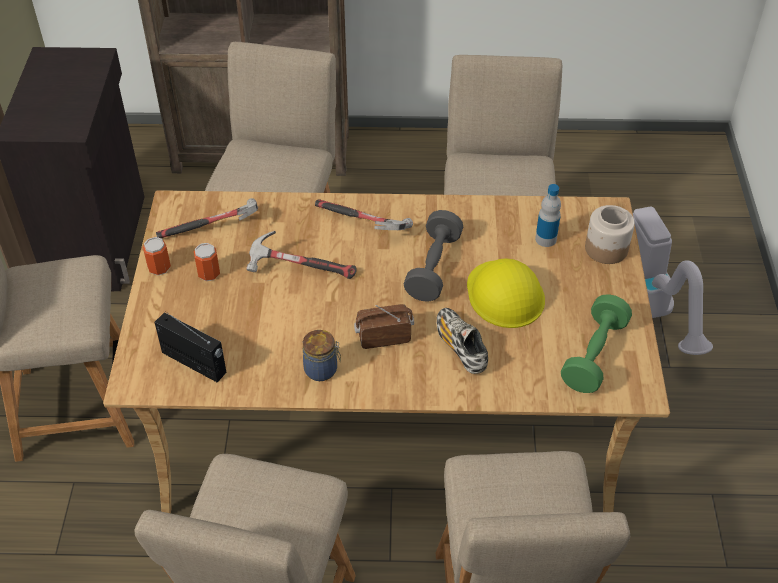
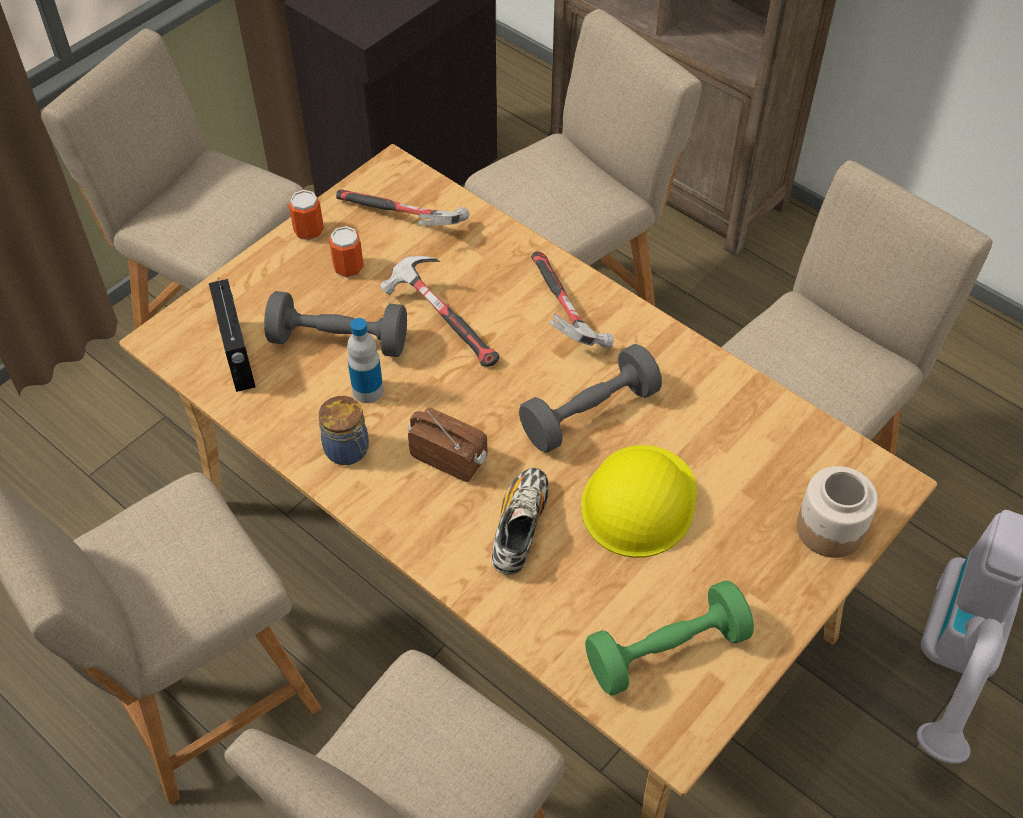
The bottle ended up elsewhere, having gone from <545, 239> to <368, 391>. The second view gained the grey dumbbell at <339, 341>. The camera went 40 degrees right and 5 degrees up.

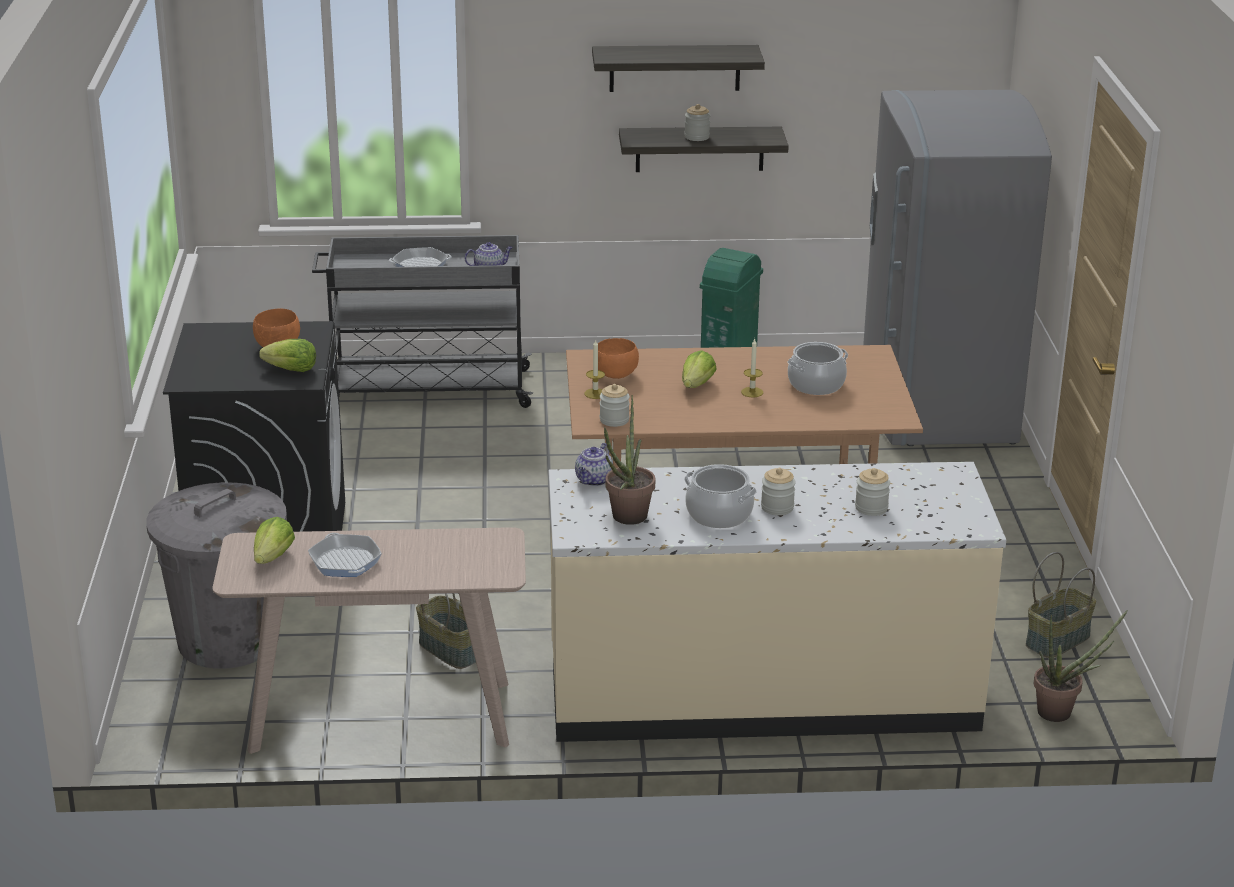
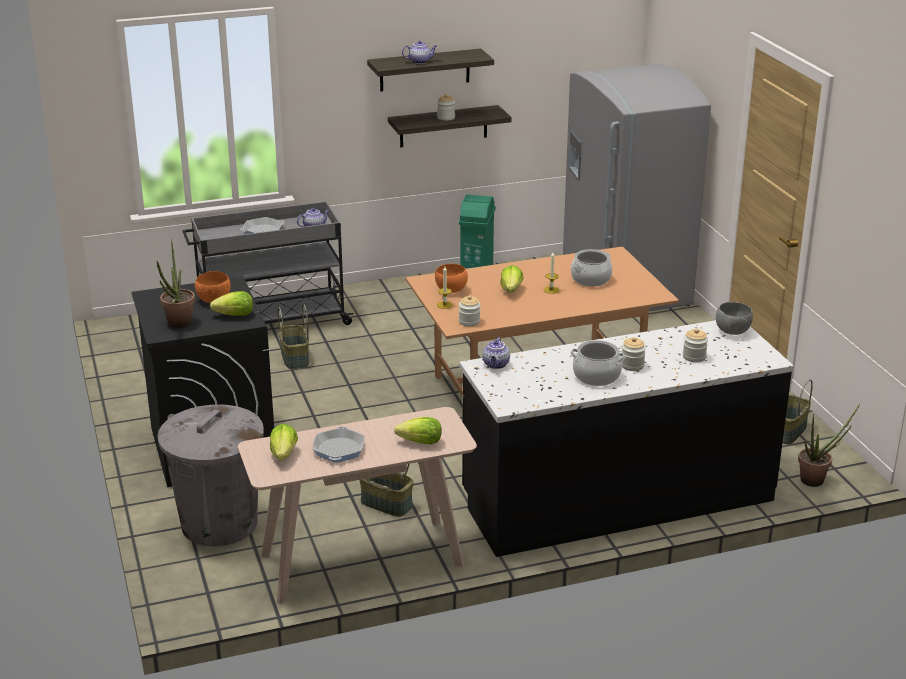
The frying pan at <345, 561> ended up facing another way, 135 degrees counterclockwise from before. What was the beige counter at <761, 693> turned into the black counter at <617, 499>. The potted plant ended up elsewhere, having gone from <626, 519> to <178, 325>. The second view gained the basket at <294, 358>. The second view gained the lettuce at <421, 442>. The second view gained the teapot at <420, 61>. The second view gained the grey bowl at <733, 331>. The camera went 15 degrees left and 0 degrees up.

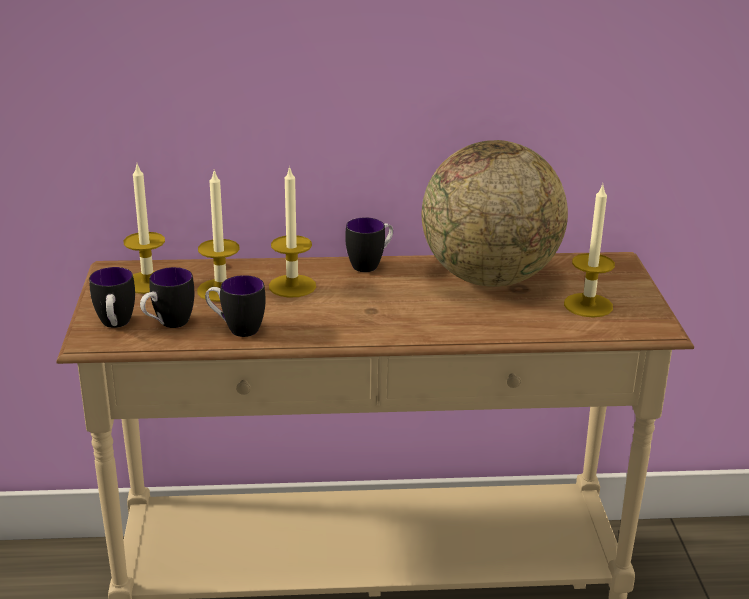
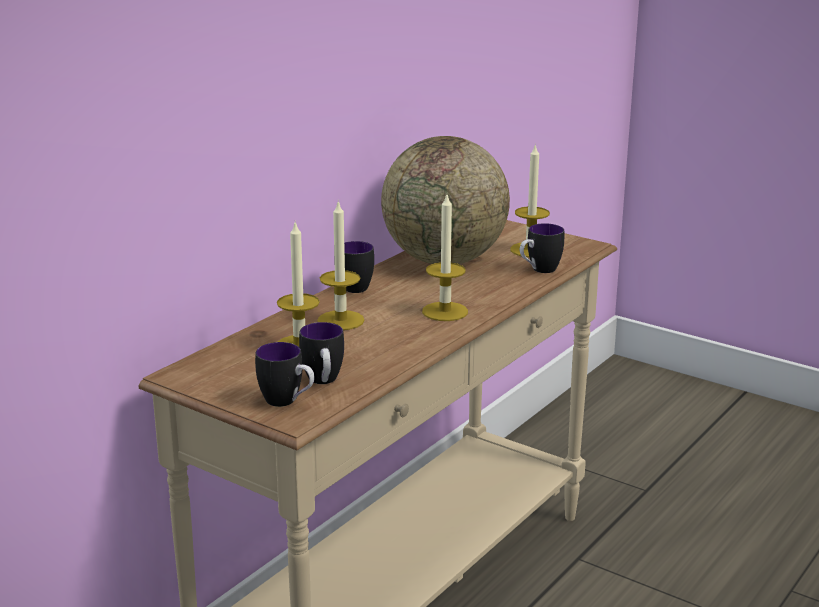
The candle ended up elsewhere, having gone from <148, 282> to <445, 311>. The mug ended up elsewhere, having gone from <236, 329> to <539, 270>. The camera went 50 degrees left and 5 degrees down.

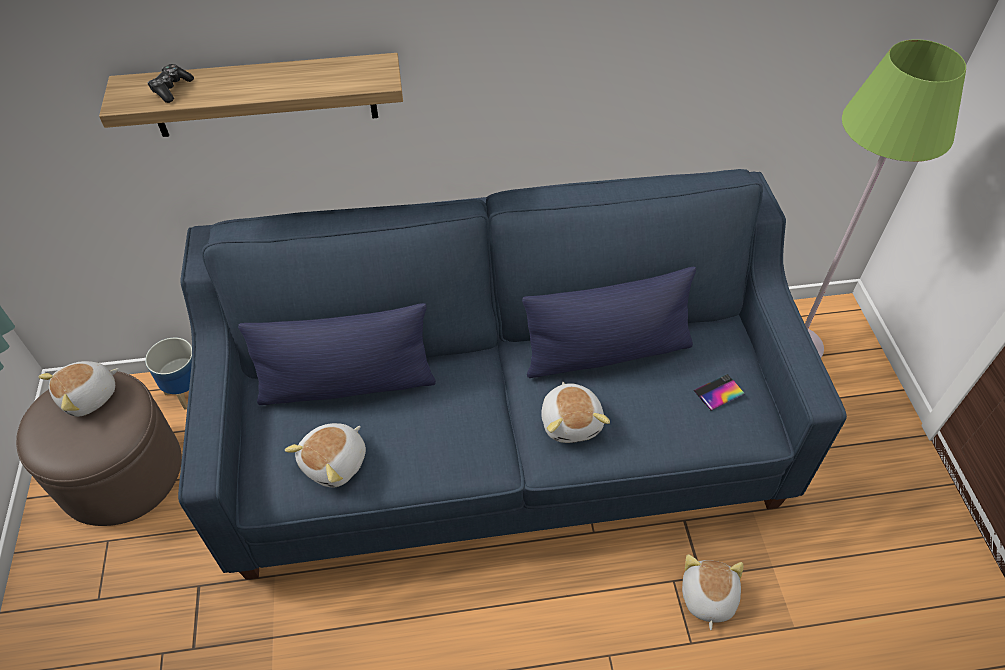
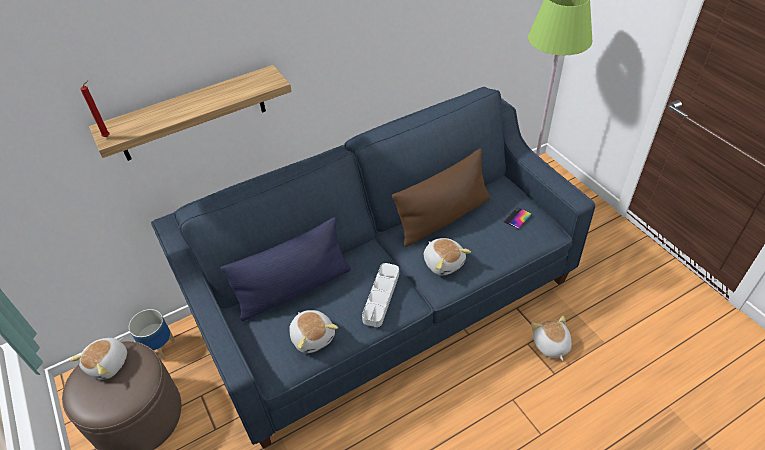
The second view lost the game controller at <171, 89>. The plush toy at <335, 463> ended up facing another way, 45 degrees counterclockwise from before. What was the blue pillow at <607, 352> turned into the brown pillow at <443, 218>. The second view gained the red candle at <108, 136>. The second view gained the grey tray at <381, 296>. The camera went 20 degrees left and 5 degrees down.

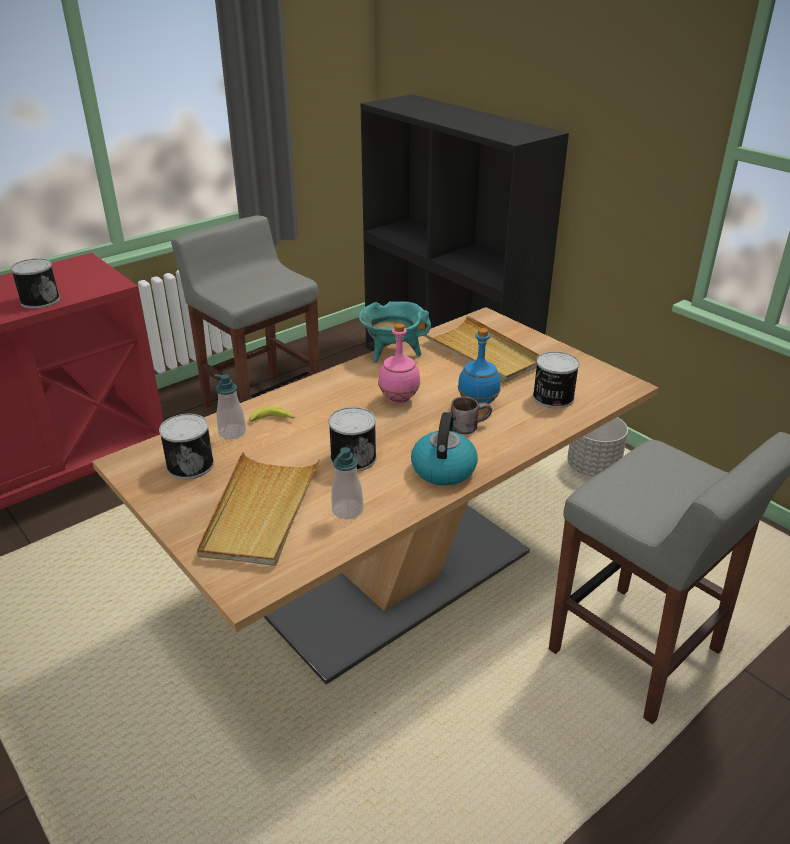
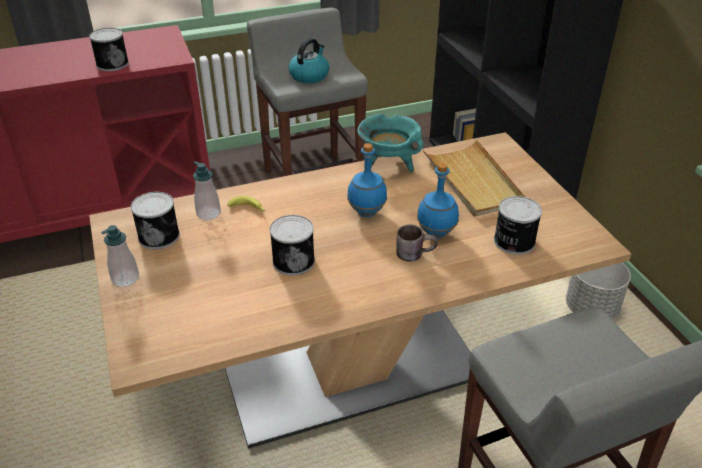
The second view lost the beige tray at <260, 512>. The soap dispenser ended up elsewhere, having gone from <347, 510> to <125, 278>. What was the pink bottle at <399, 400> turned into the blue bottle at <366, 213>. The kettle ended up elsewhere, having gone from <443, 469> to <309, 75>. The camera went 20 degrees right and 5 degrees up.

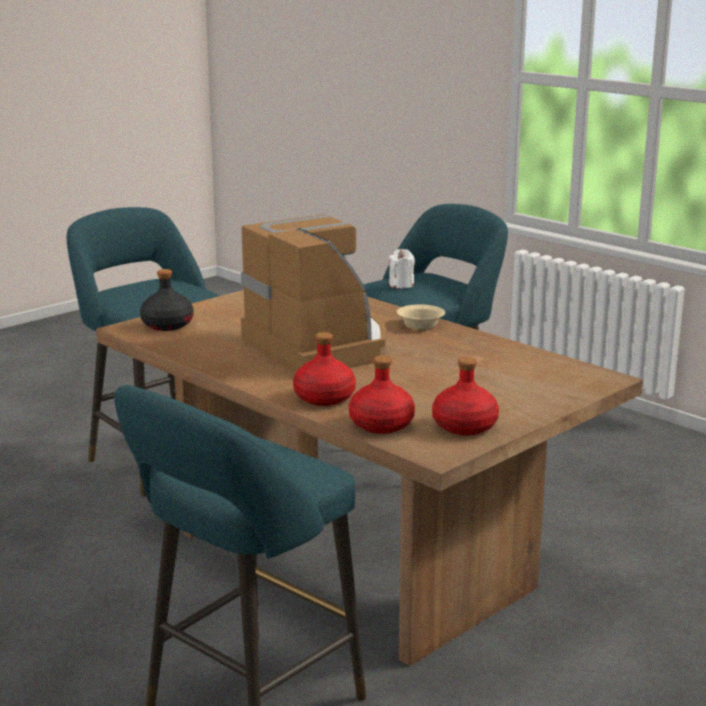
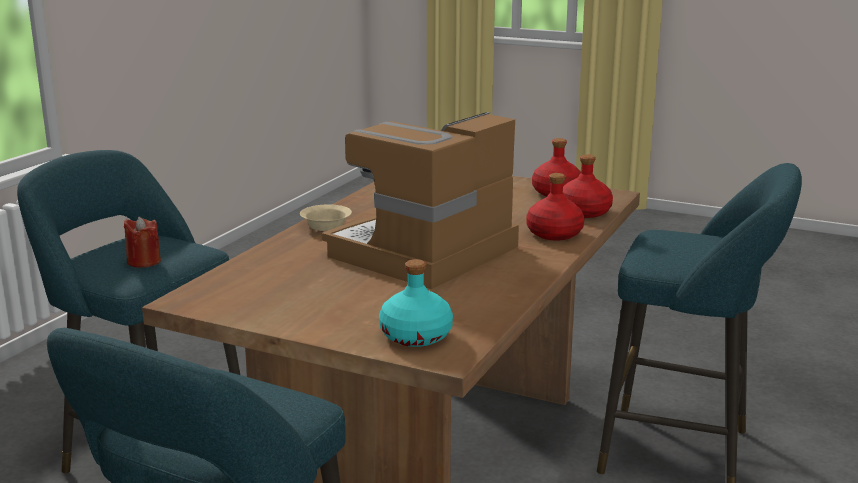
What was the black bottle at <167, 325> turned into the turquoise bottle at <416, 336>. What was the white candle at <401, 285> turned into the red candle at <144, 262>. The camera went 110 degrees left and 0 degrees up.

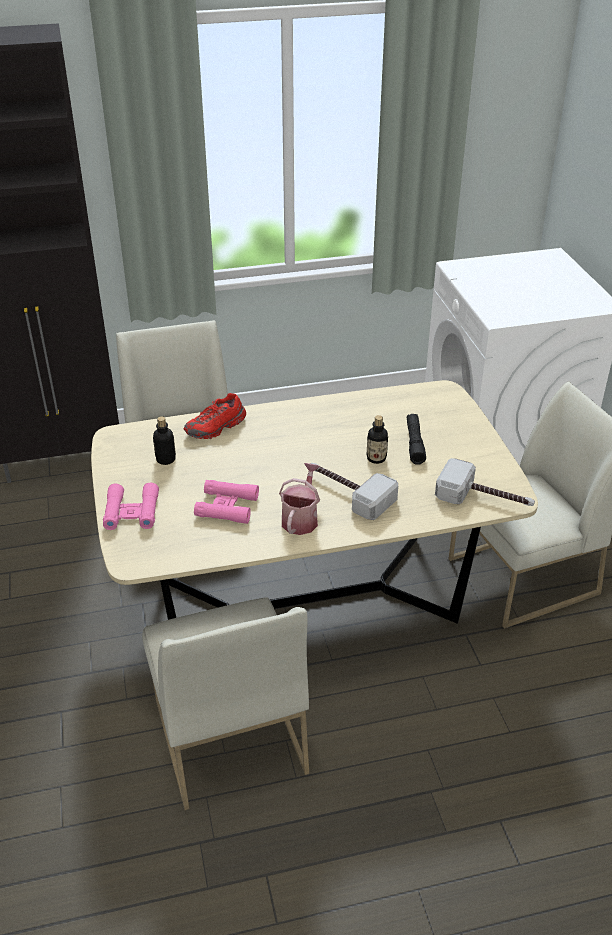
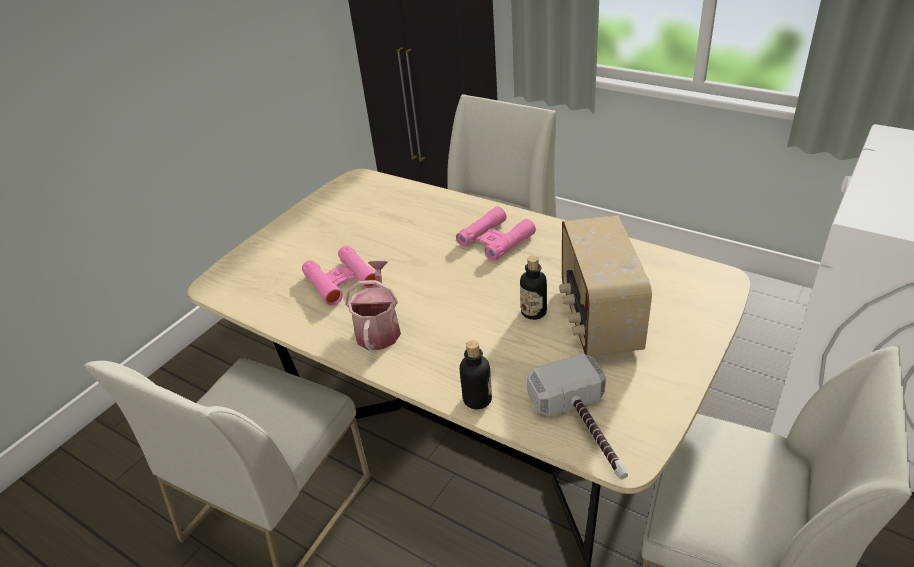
The pink binoculars ended up elsewhere, having gone from <131, 512> to <495, 240>. The bottle ended up elsewhere, having gone from <166, 459> to <477, 399>. The second view lost the red shoe at <216, 428>. The watering can at <301, 518> ended up facing another way, 60 degrees counterclockwise from before. The second view lost the hammer at <348, 492>. Where the black flashlight stood at <414, 443>, the radio came to stand at <598, 319>. The camera went 50 degrees right and 0 degrees up.

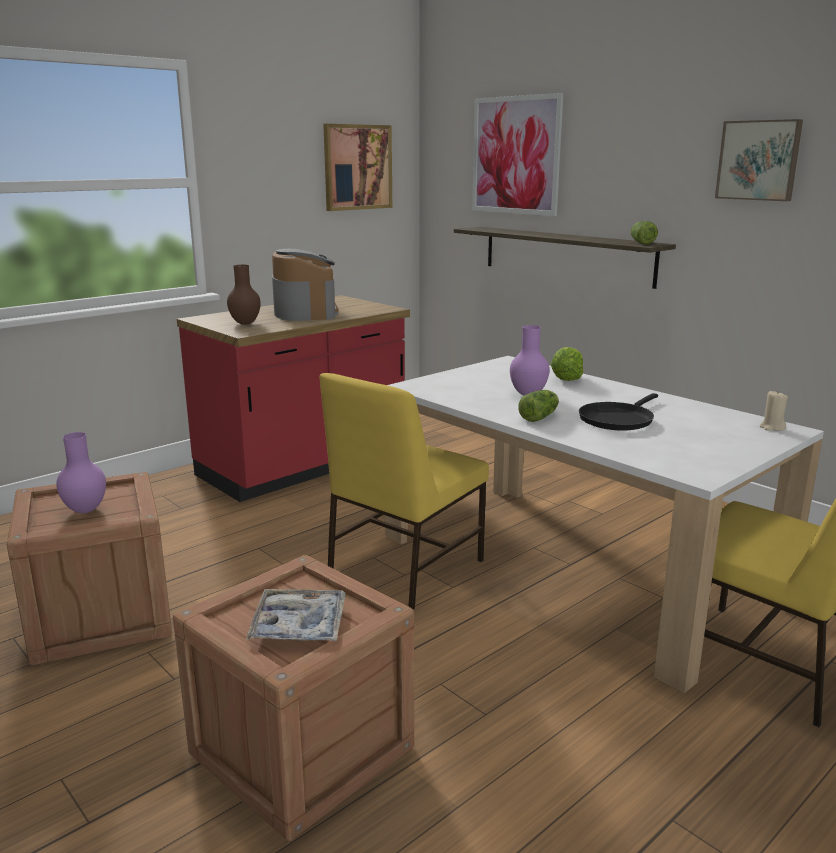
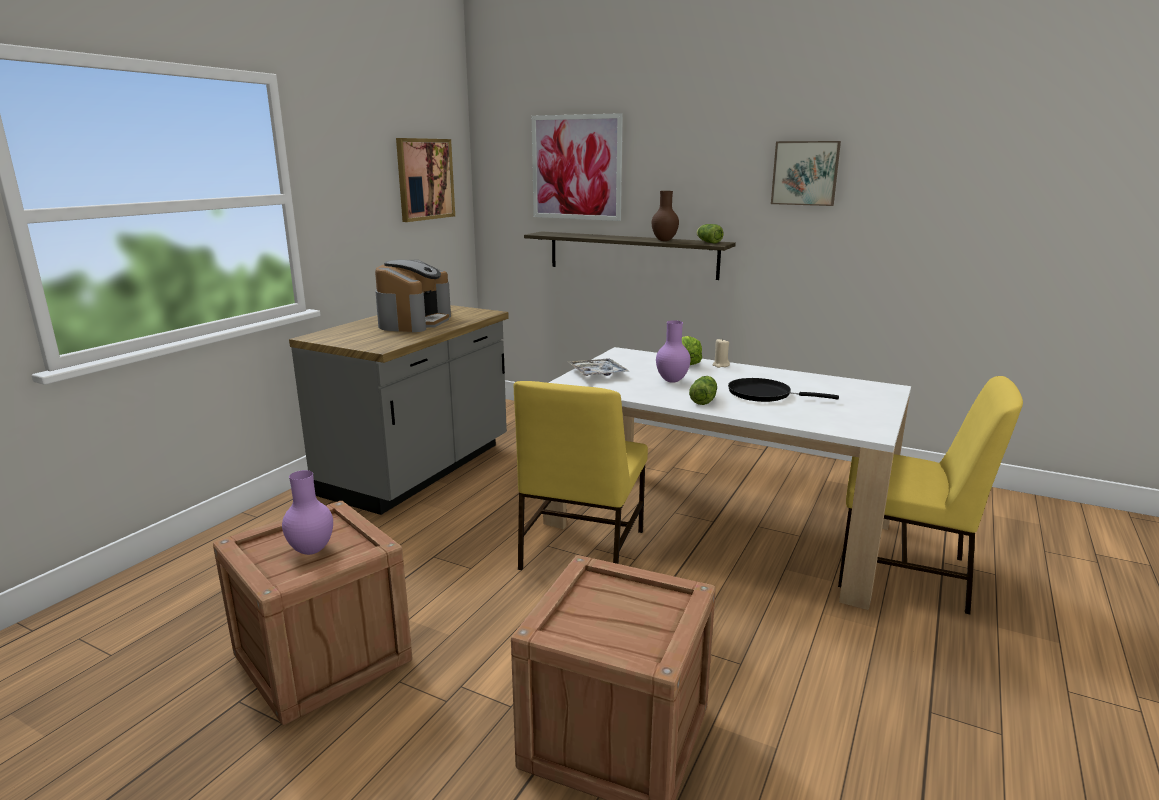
What was the red counter at <304, 466> turned into the grey counter at <418, 470>. The brown vase ended up elsewhere, having gone from <246, 323> to <664, 240>. The tray ended up elsewhere, having gone from <299, 625> to <597, 373>. The coffee machine at <305, 312> ended up facing another way, 45 degrees clockwise from before. The black frying pan at <618, 419> ended up facing another way, 90 degrees clockwise from before. The beige candle ended up elsewhere, having gone from <772, 427> to <720, 365>. The camera went 20 degrees left and 0 degrees up.

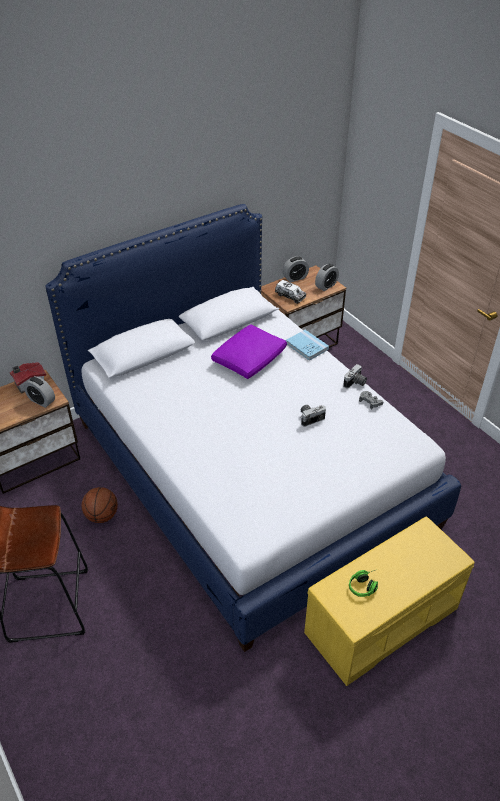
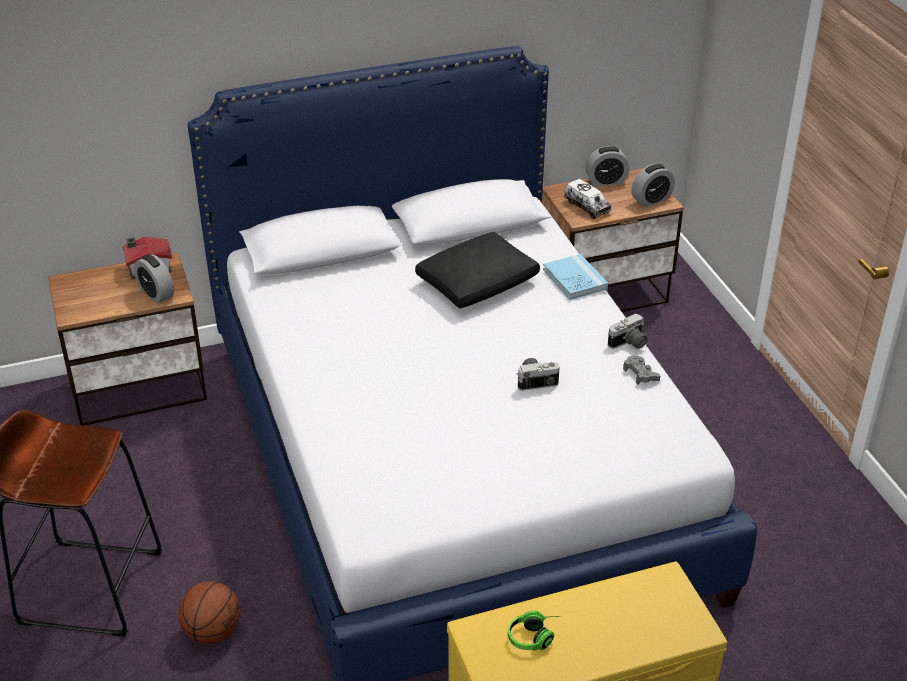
The basketball ended up elsewhere, having gone from <102, 515> to <212, 632>. What was the purple pillow at <249, 358> turned into the black pillow at <478, 282>. The camera went 15 degrees right and 5 degrees down.

